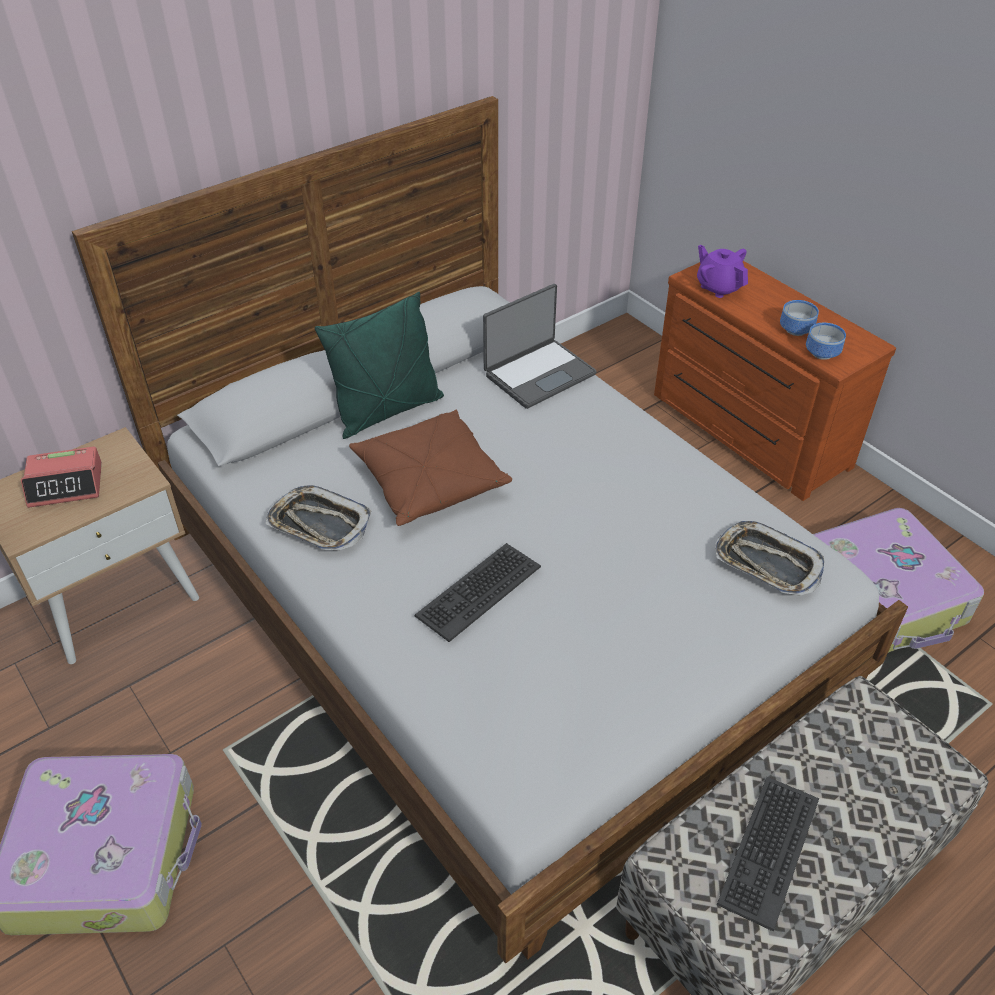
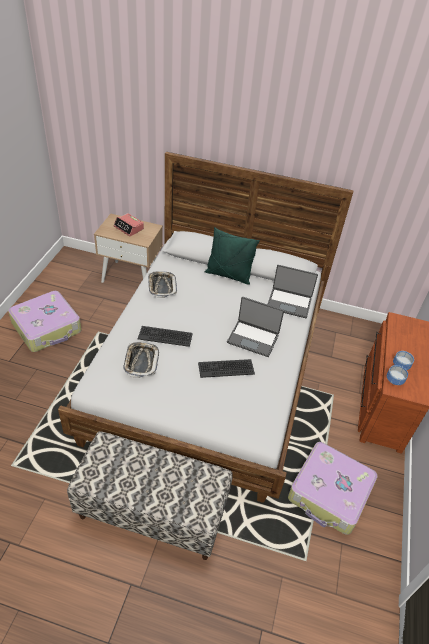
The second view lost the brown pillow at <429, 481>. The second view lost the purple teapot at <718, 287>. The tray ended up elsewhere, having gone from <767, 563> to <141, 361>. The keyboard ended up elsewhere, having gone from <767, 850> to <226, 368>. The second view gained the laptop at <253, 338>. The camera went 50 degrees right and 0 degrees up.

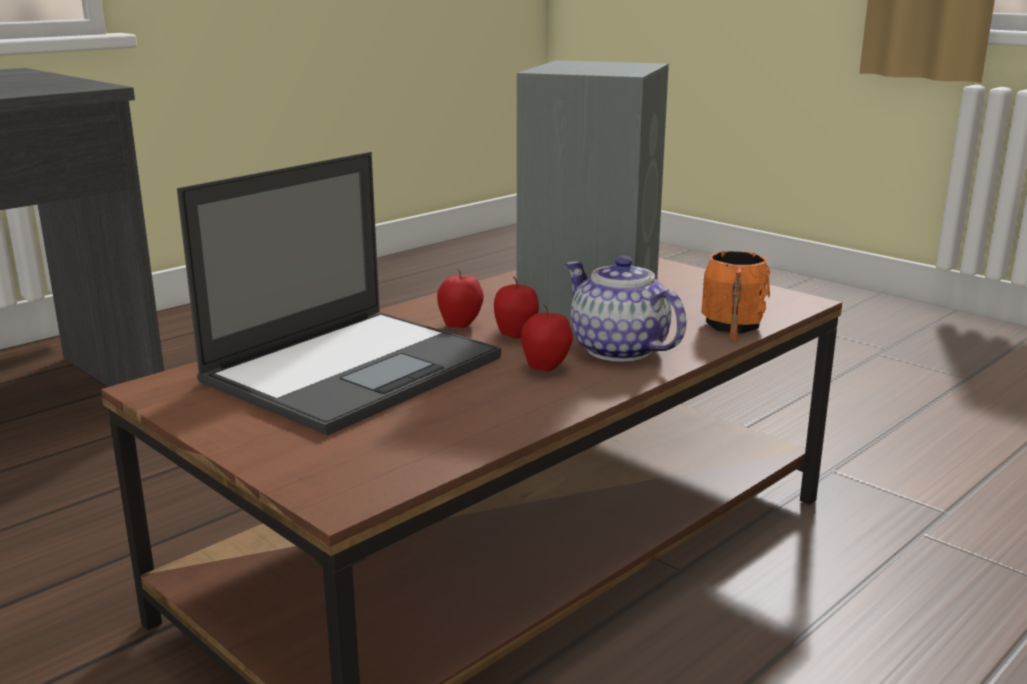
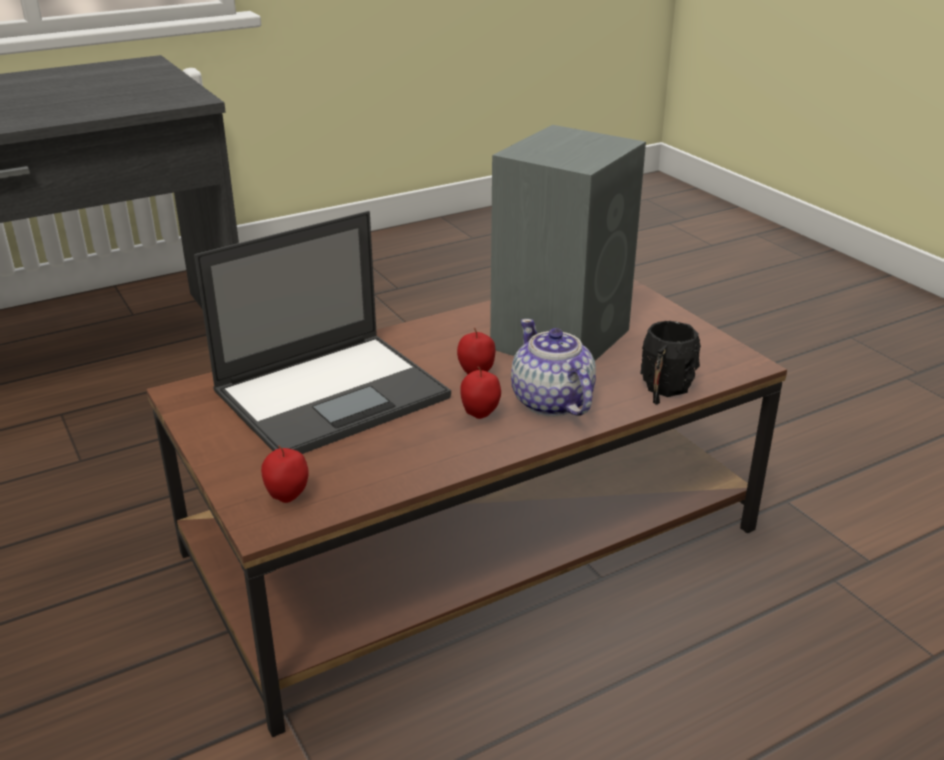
The apple ended up elsewhere, having gone from <460, 325> to <287, 497>. What was the orange mug at <732, 328> turned into the black mug at <663, 389>. The camera went 15 degrees right and 10 degrees up.

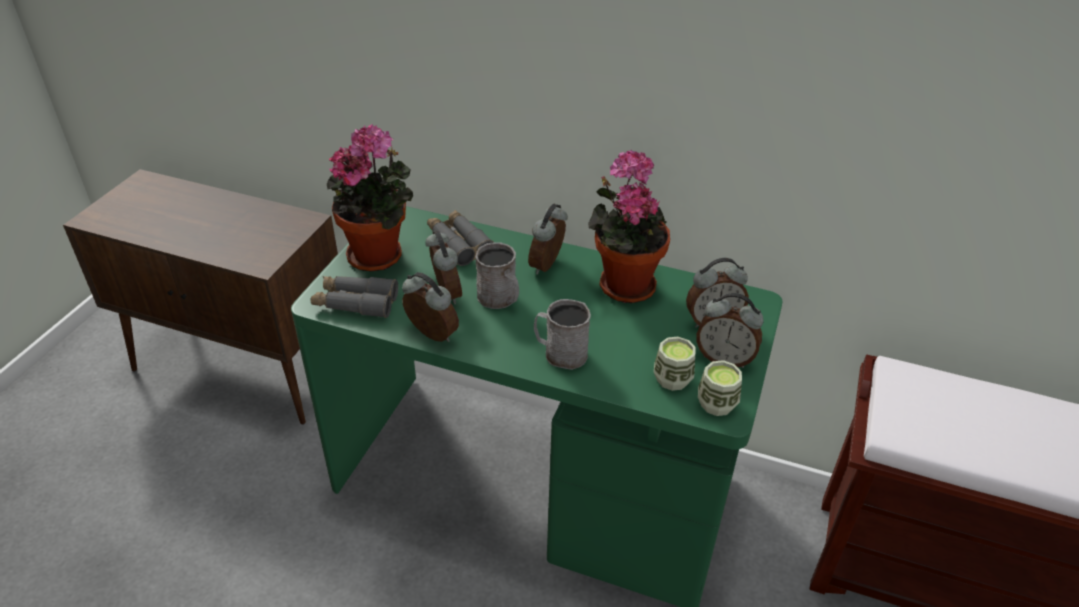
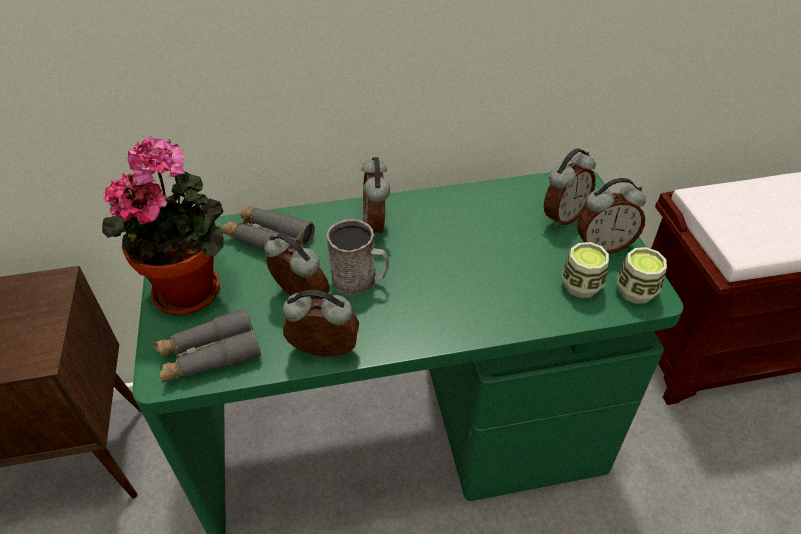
The second view lost the grey mug at <560, 353>. The second view lost the potted plant at <623, 283>. The camera went 30 degrees left and 5 degrees up.

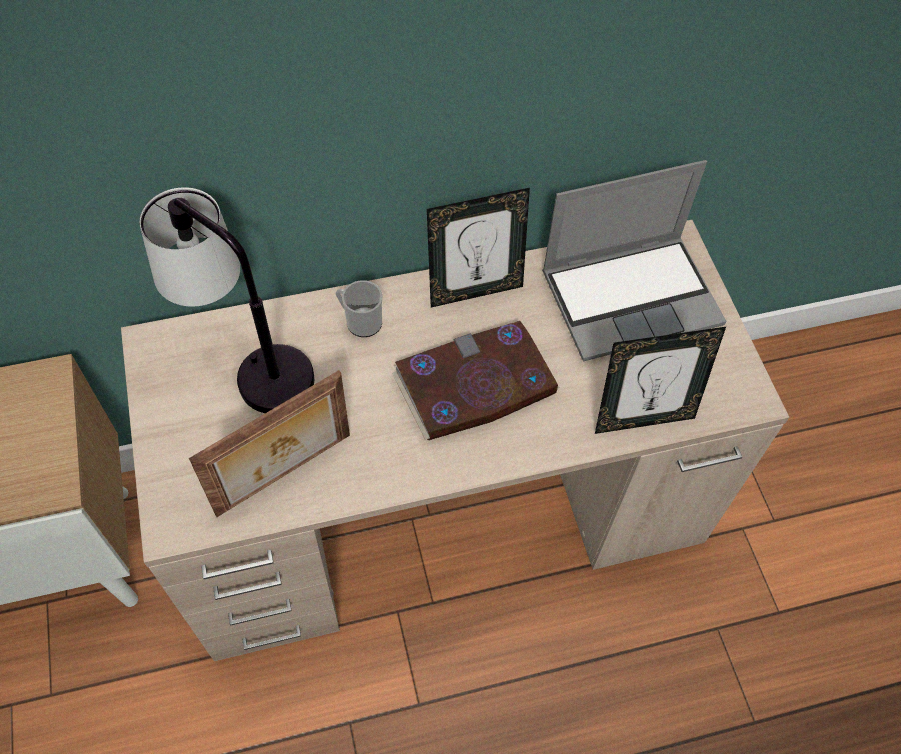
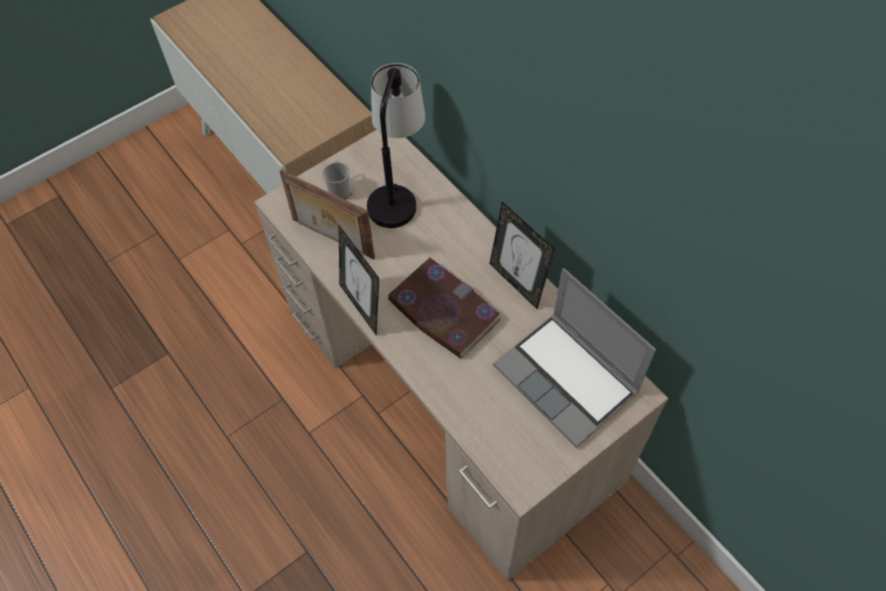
The mug ended up elsewhere, having gone from <360, 321> to <339, 189>. The picture frame ended up elsewhere, having gone from <642, 418> to <362, 306>. The camera went 70 degrees right and 0 degrees up.

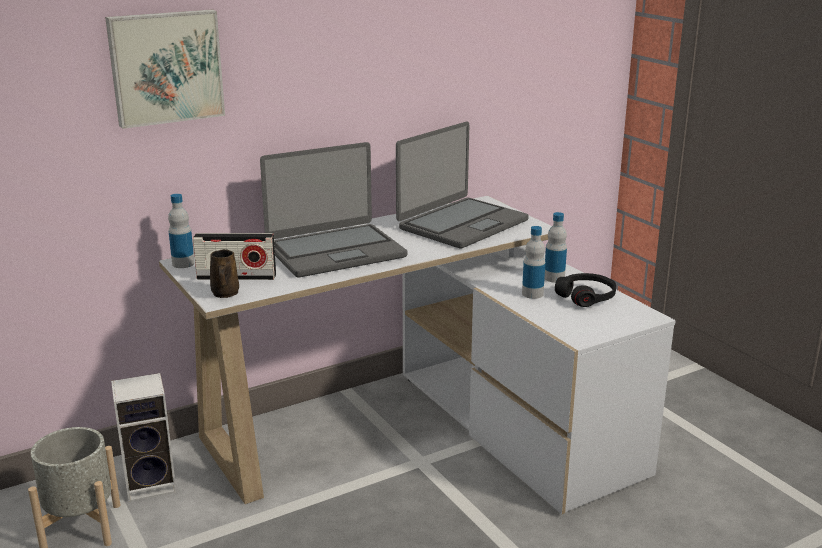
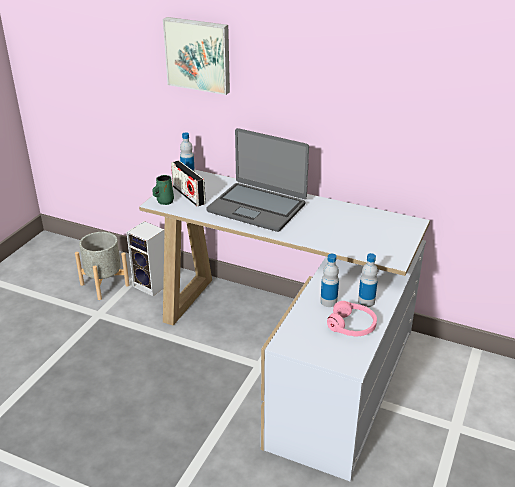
What was the brown mug at <225, 294> turned into the green mug at <164, 201>. The second view lost the laptop at <461, 224>. What was the black headphones at <586, 297> turned into the pink headphones at <352, 326>. The camera went 55 degrees right and 10 degrees up.

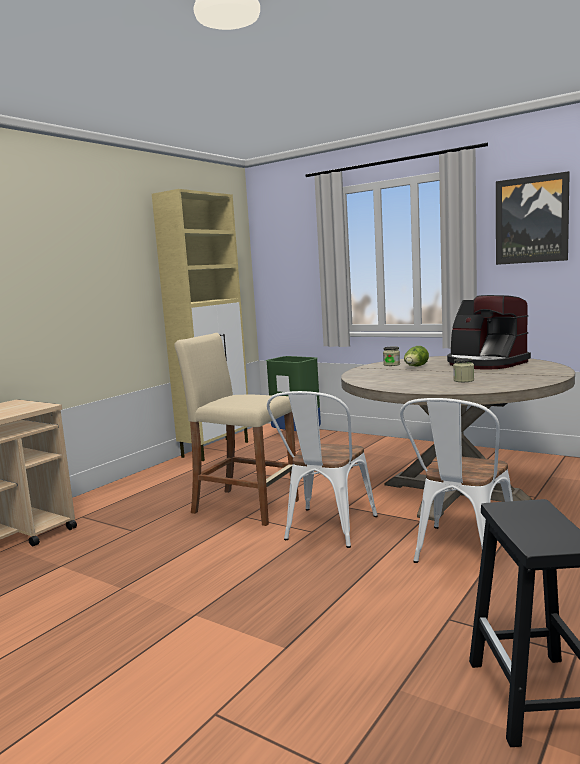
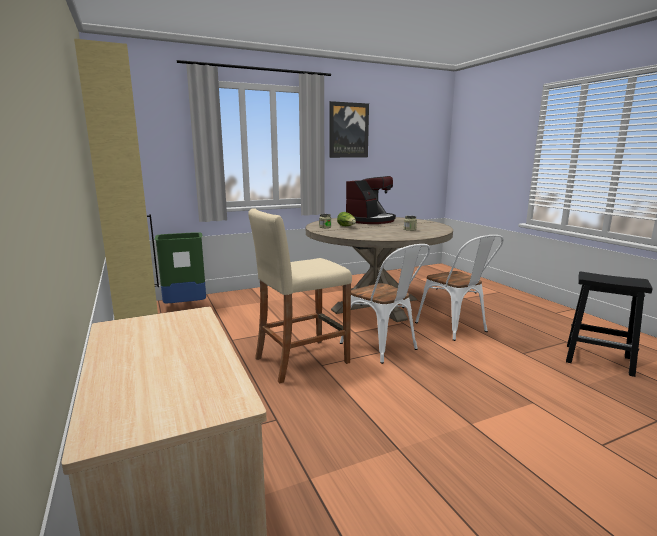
The coffee machine at <485, 363> ended up facing another way, 45 degrees counterclockwise from before. The camera went 60 degrees left and 5 degrees up.

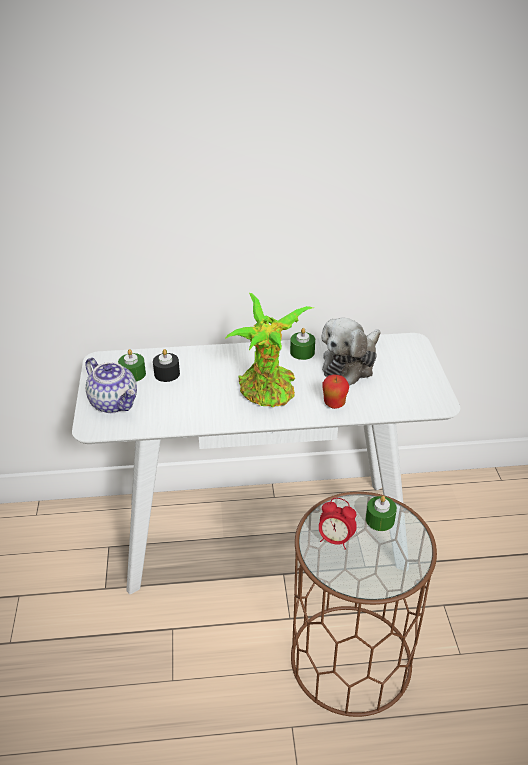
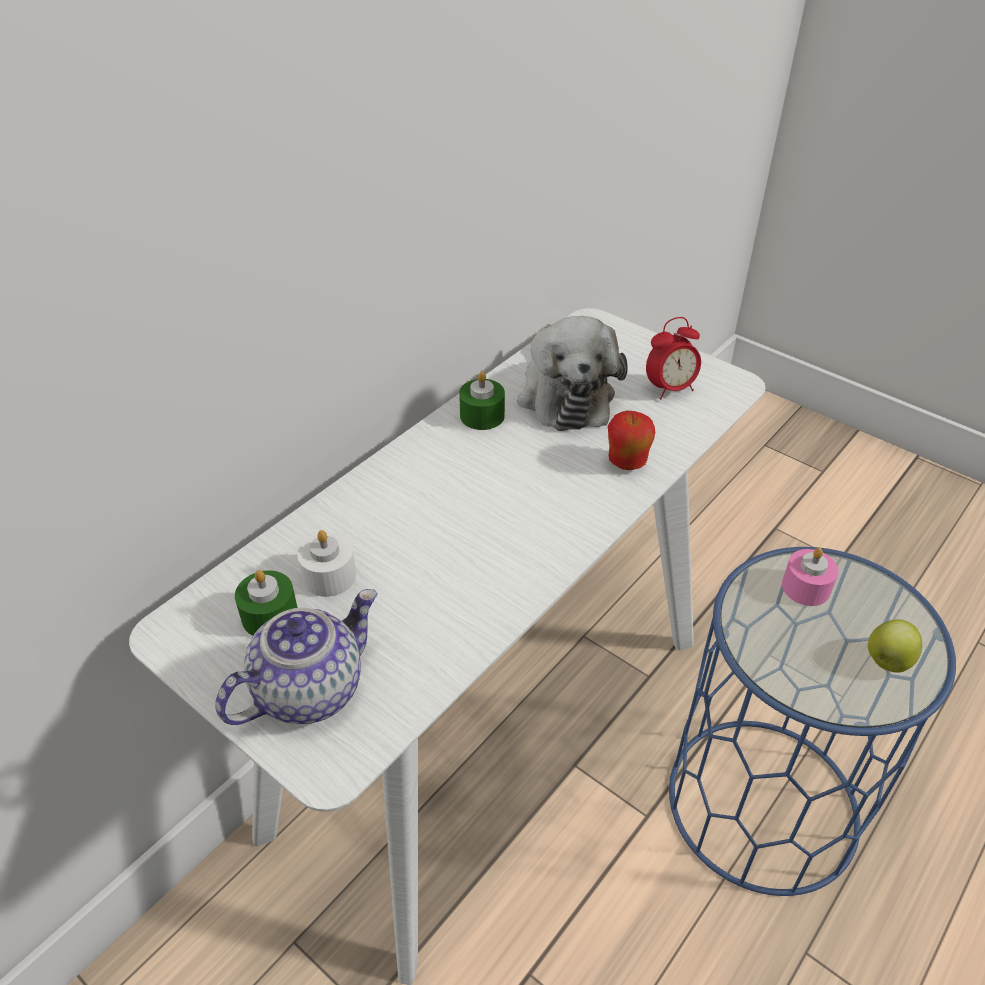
The teapot at <114, 403> ended up facing another way, 45 degrees counterclockwise from before. What was the black candle at <167, 374> turned into the white candle at <329, 576>. The second view lost the potted plant at <268, 392>. What was the brown side table at <350, 659> turned into the blue side table at <762, 804>. The alarm clock ended up elsewhere, having gone from <335, 540> to <670, 389>. What was the green candle at <380, 520> turned into the pink candle at <806, 587>. The second view gained the apple at <887, 661>. The camera went 45 degrees left and 5 degrees up.

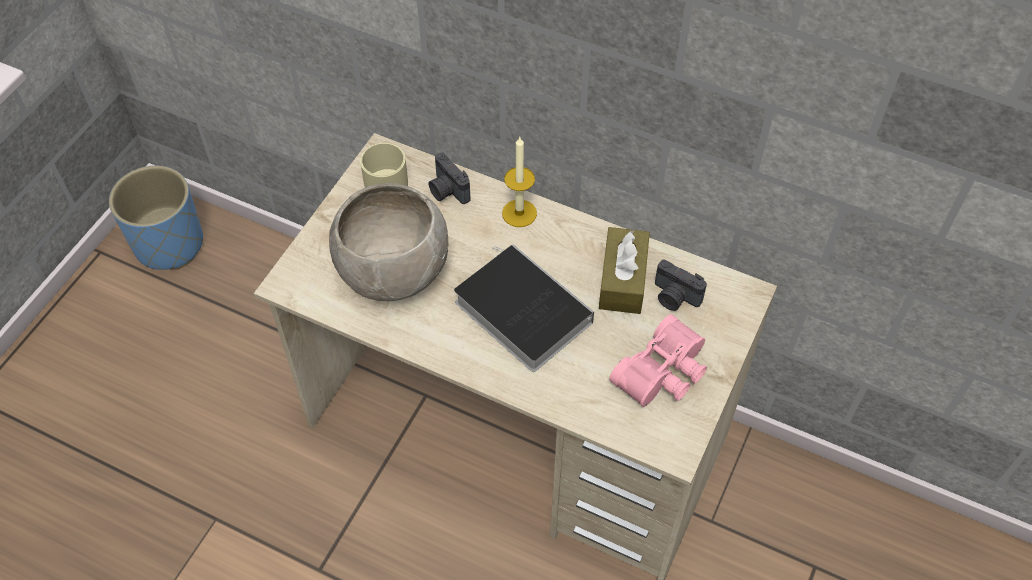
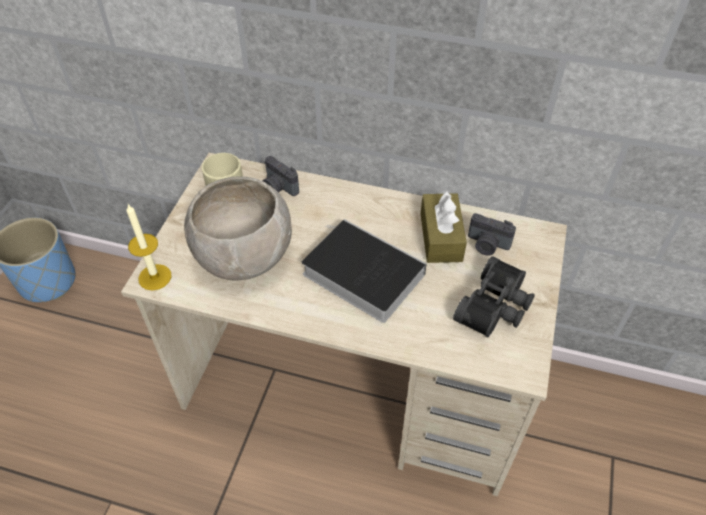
The candle ended up elsewhere, having gone from <519, 213> to <155, 277>. What was the pink binoculars at <664, 373> turned into the black binoculars at <496, 307>. The camera went 10 degrees left and 5 degrees down.

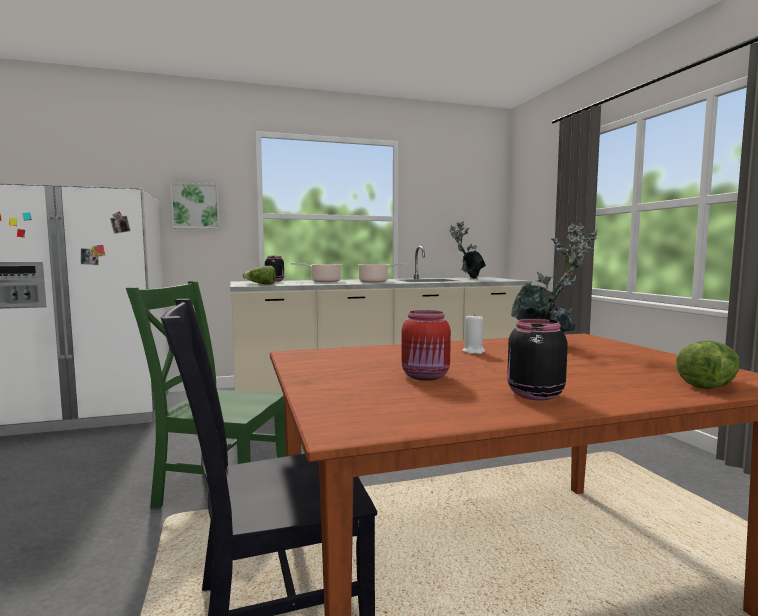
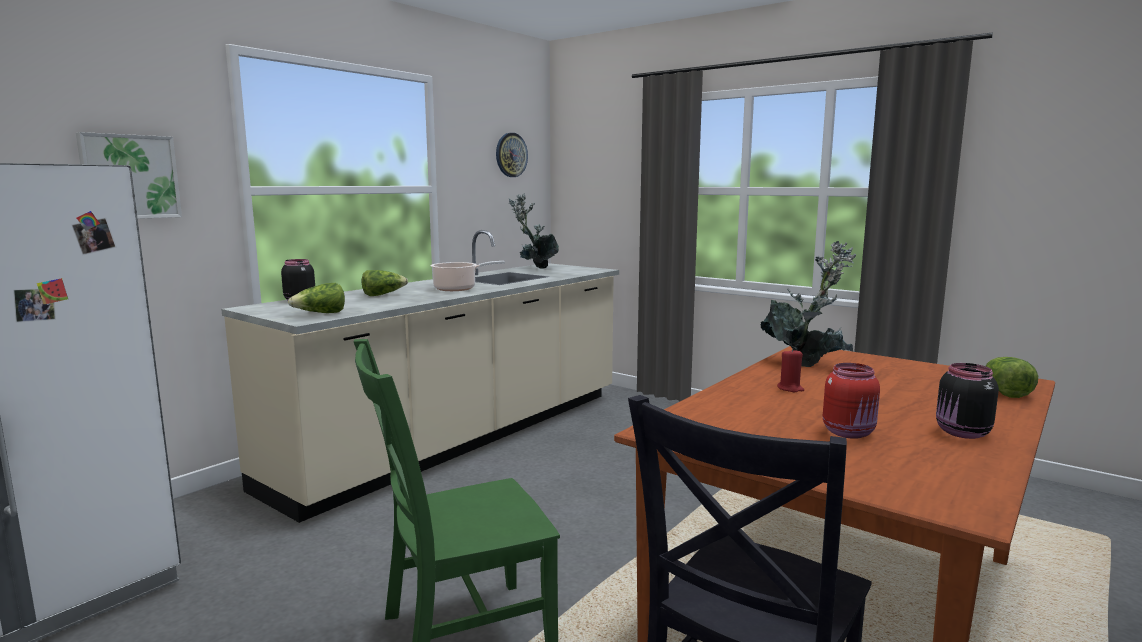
Where the cooking pot stood at <324, 281>, the lettuce came to stand at <383, 295>. What was the white candle at <473, 351> turned into the red candle at <790, 388>. The second view gained the wall clock at <511, 155>. The camera went 35 degrees left and 5 degrees up.

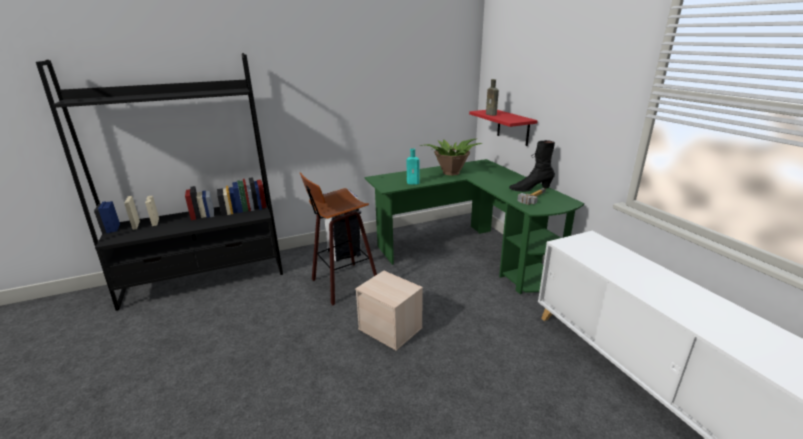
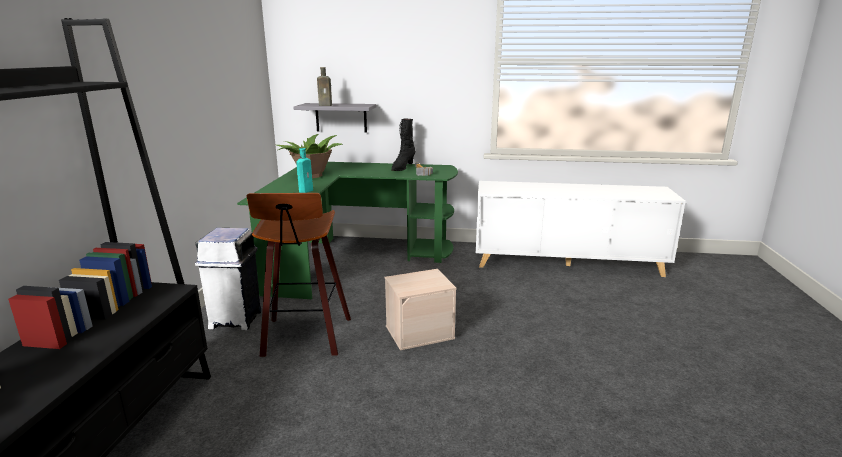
What was the red shelf at <513, 127> turned into the grey shelf at <341, 117>. The camera went 60 degrees left and 5 degrees down.

